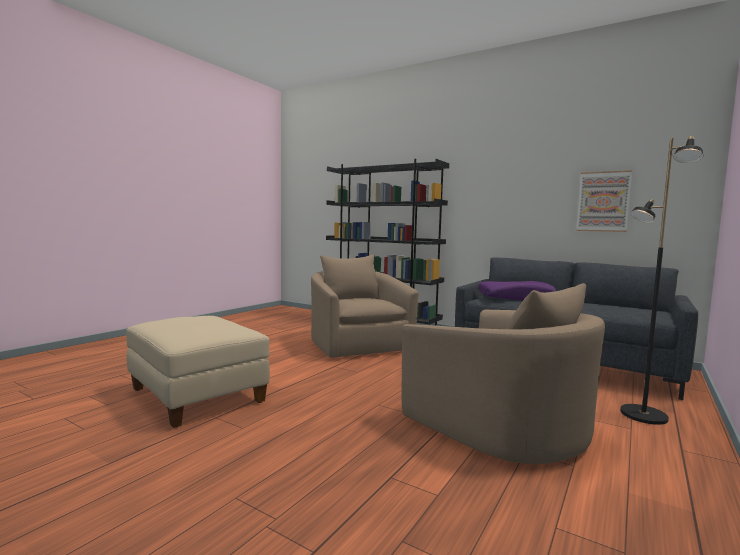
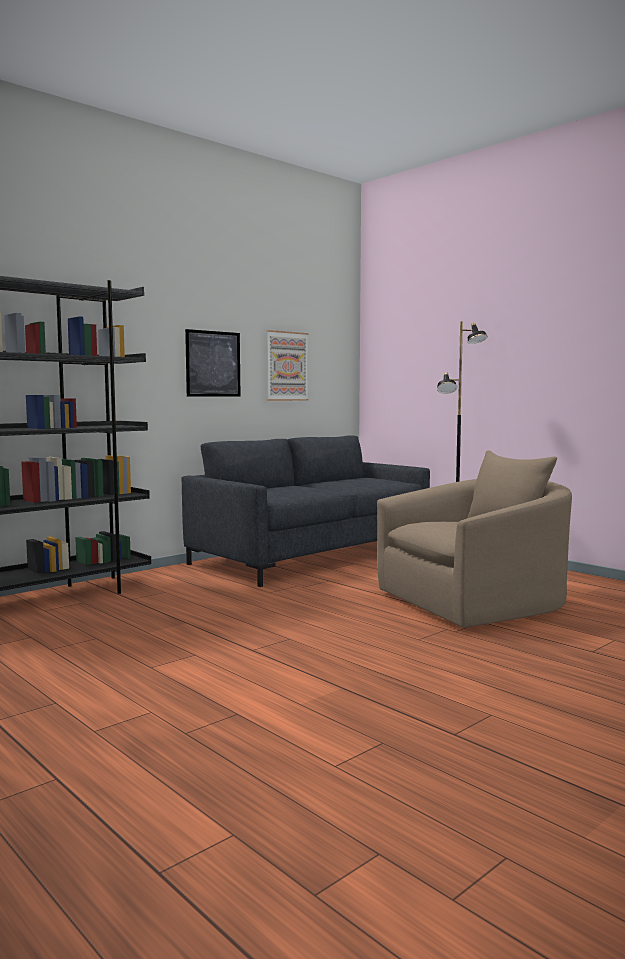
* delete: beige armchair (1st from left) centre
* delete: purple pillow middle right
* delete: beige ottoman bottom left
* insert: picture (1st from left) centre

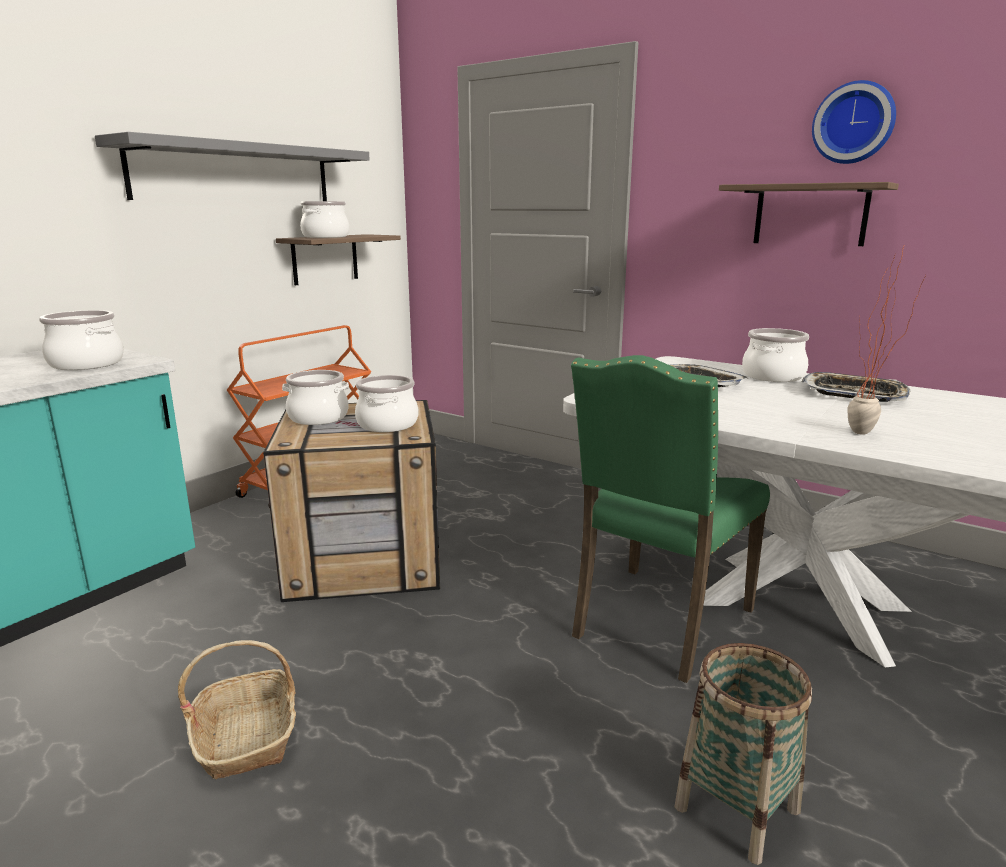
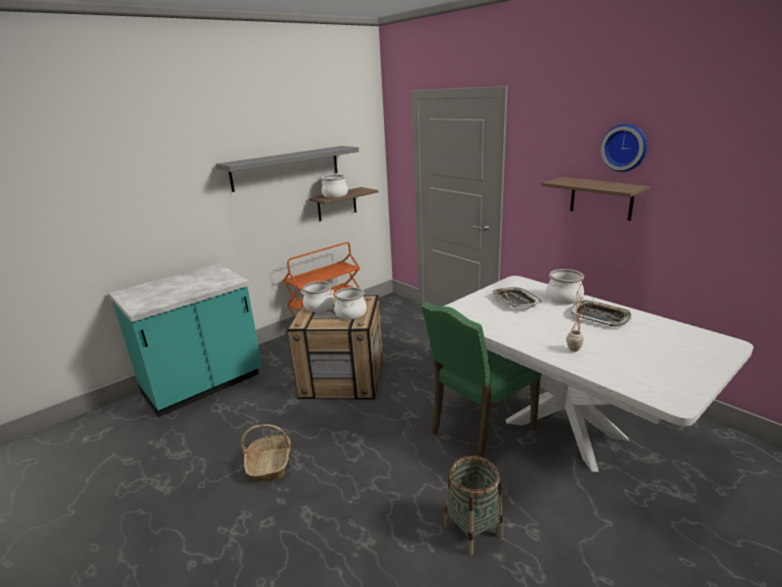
* delete: cooking pot (1st from left) middle left

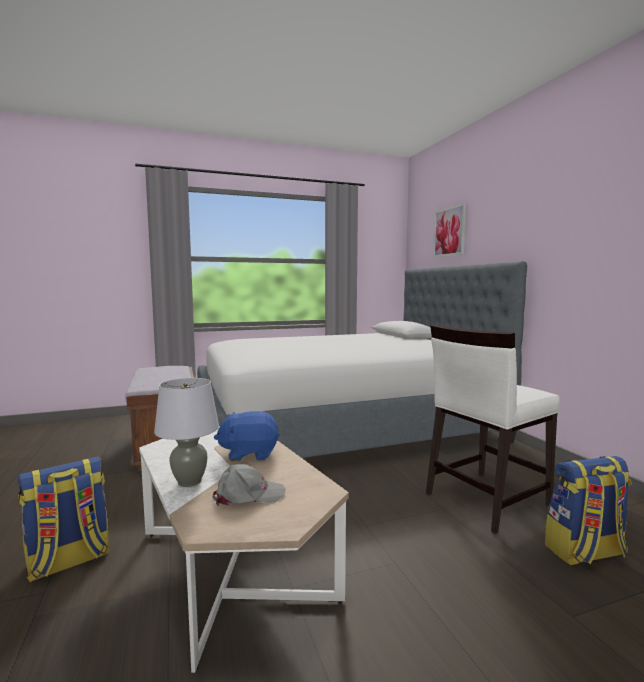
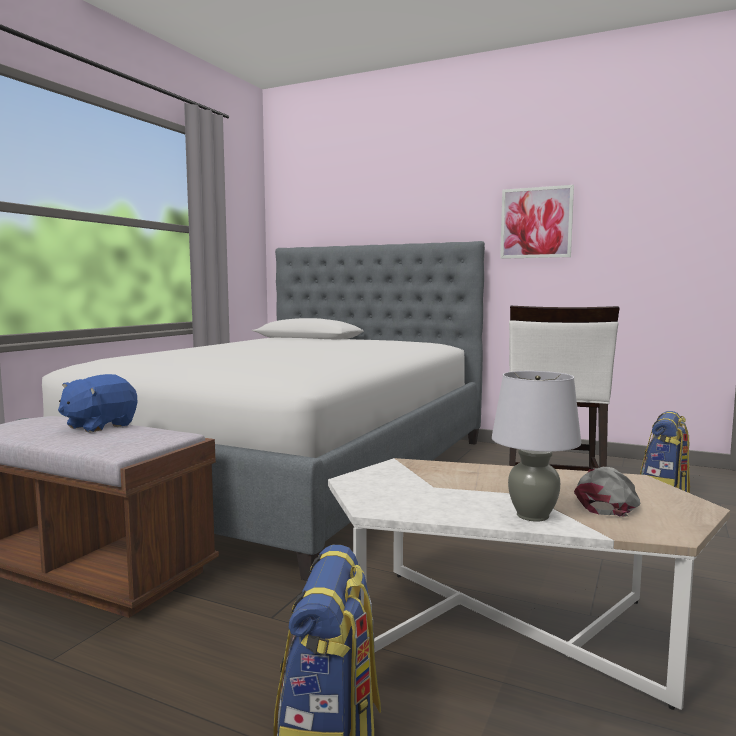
* move: picture middle right to top right
* move: blue plush toy centre to middle left

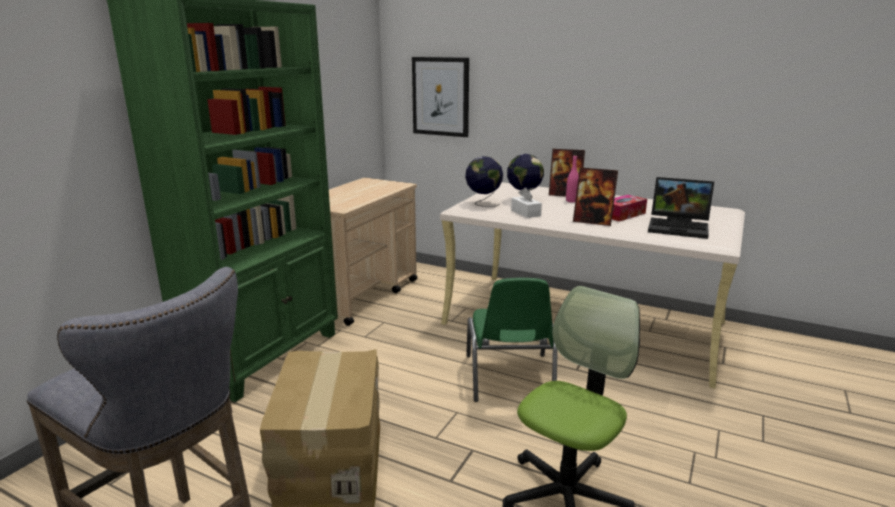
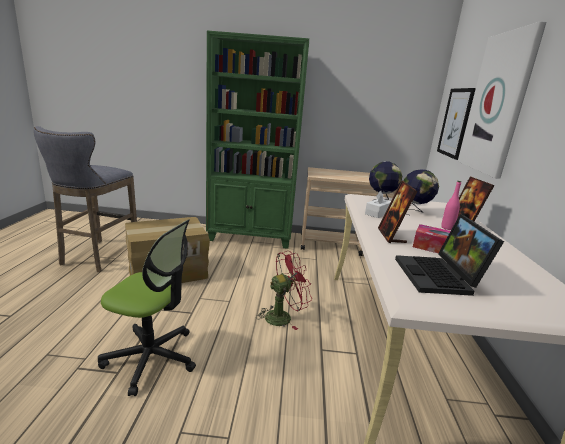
* replace: green chair bottom centre to red fan centre
* insert: picture (2nd from left) top right

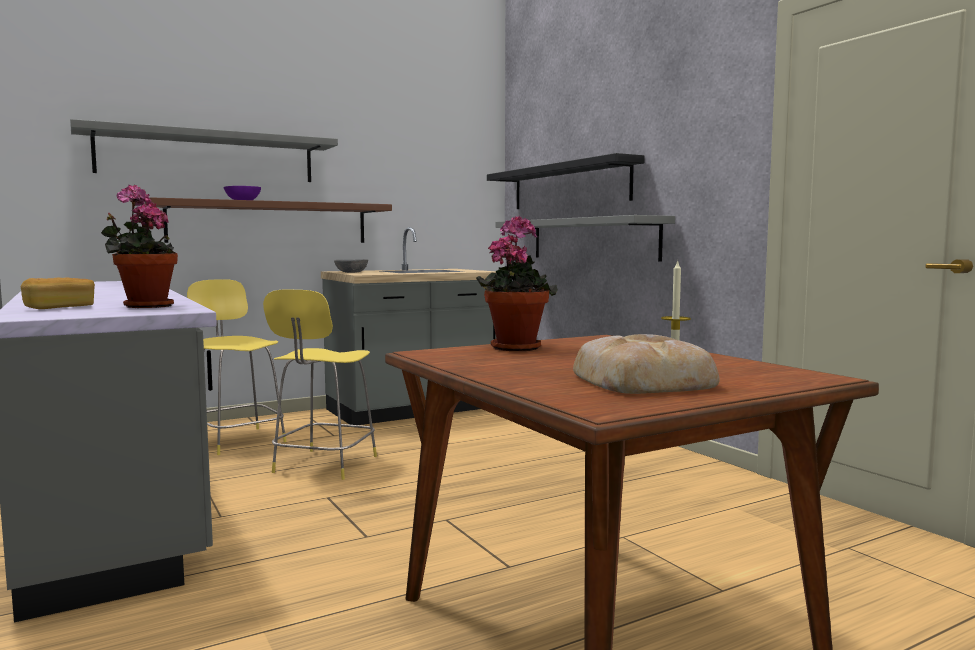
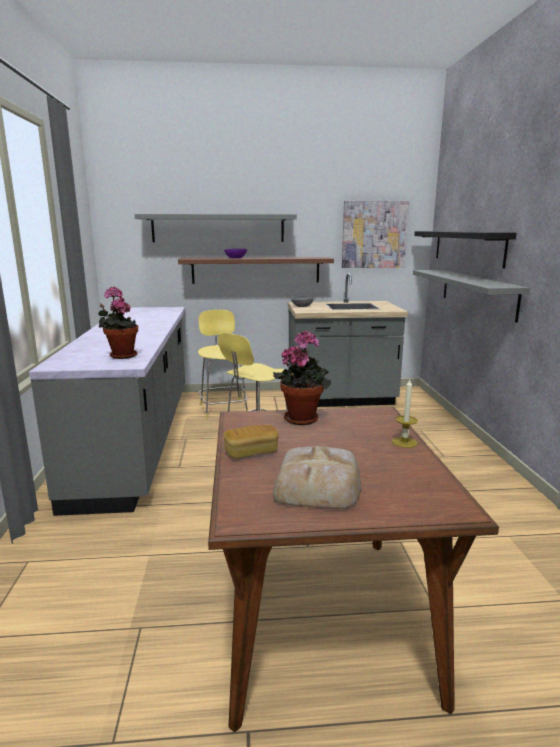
* move: bread (1st from left) middle left to centre
* insert: picture top right

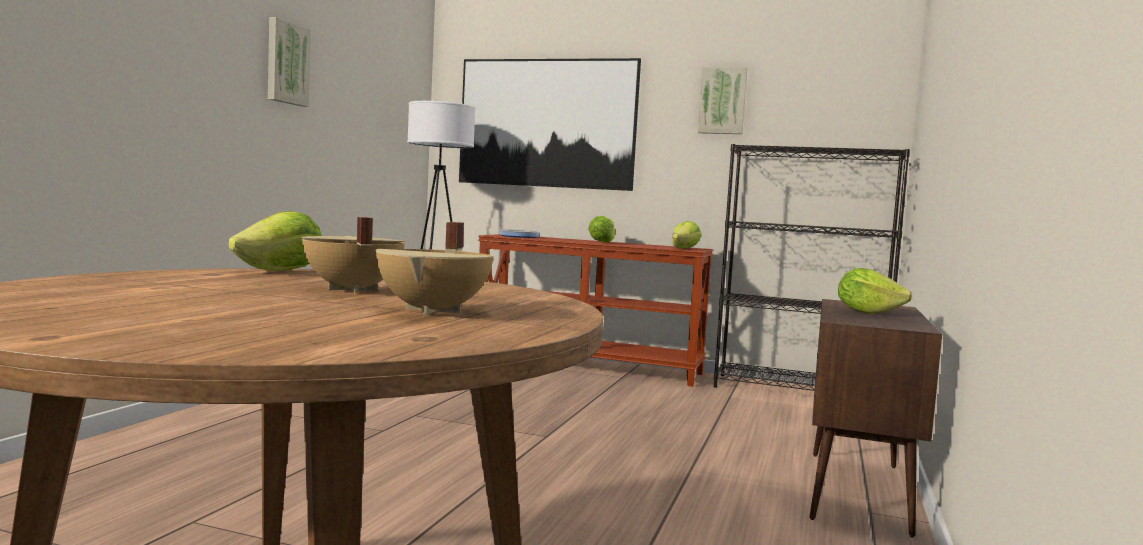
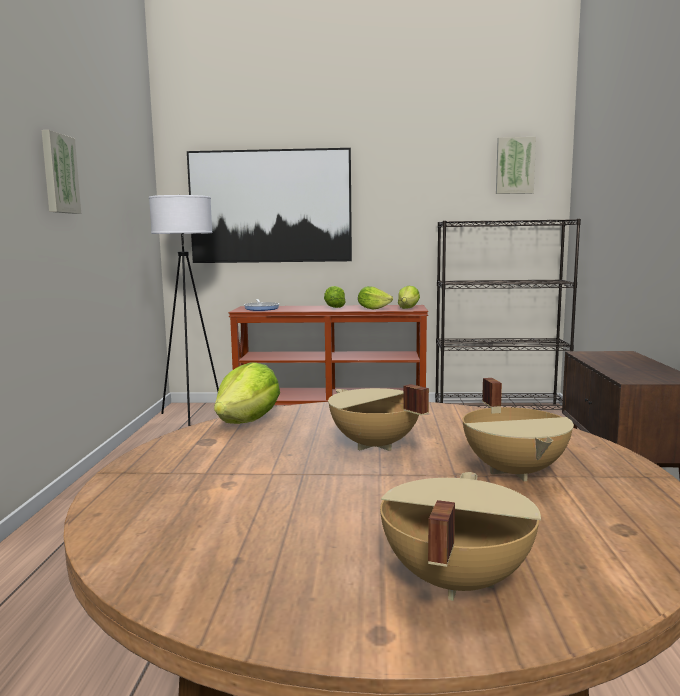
* move: picture (3rd from left) top centre to top right
* move: lettuce (4th from left in the first image) middle right to lettuce (3rd from left) centre
* insert: beige cooking pot (2nd from left) bottom right

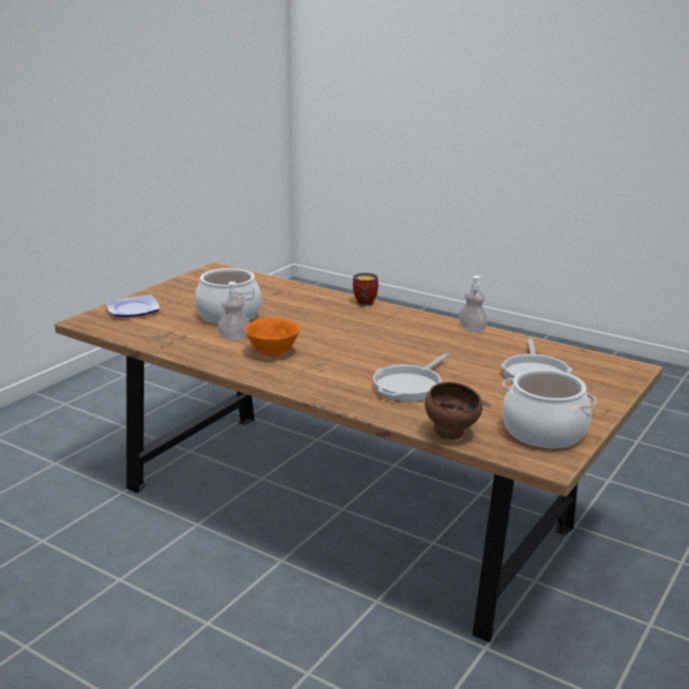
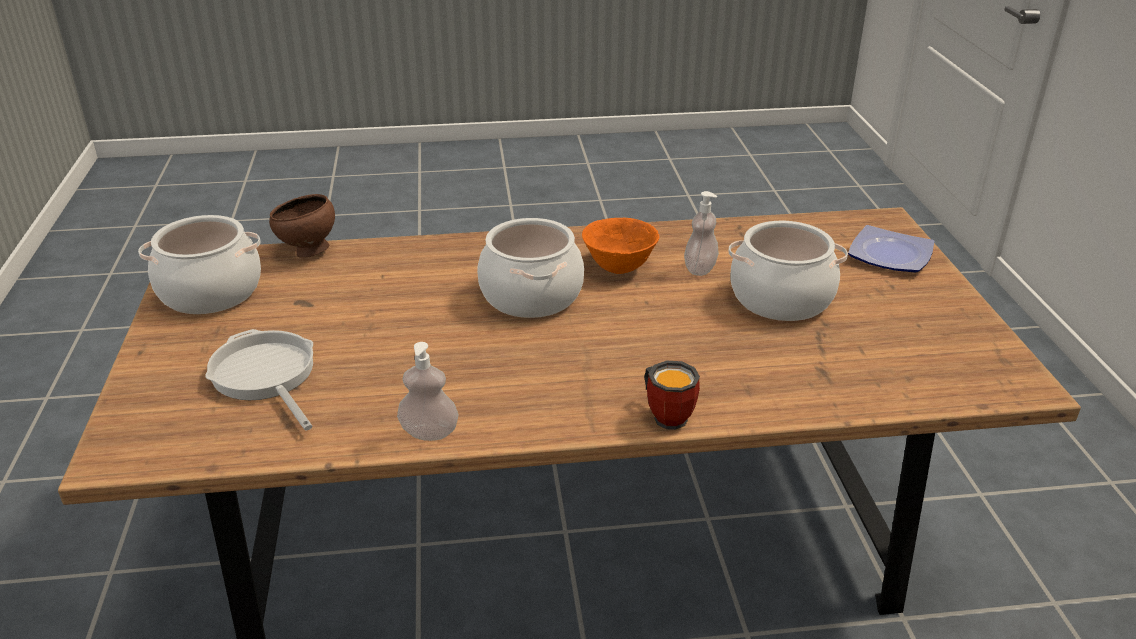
* delete: frying pan (1st from left) centre
* insert: cooking pot (2nd from left) centre

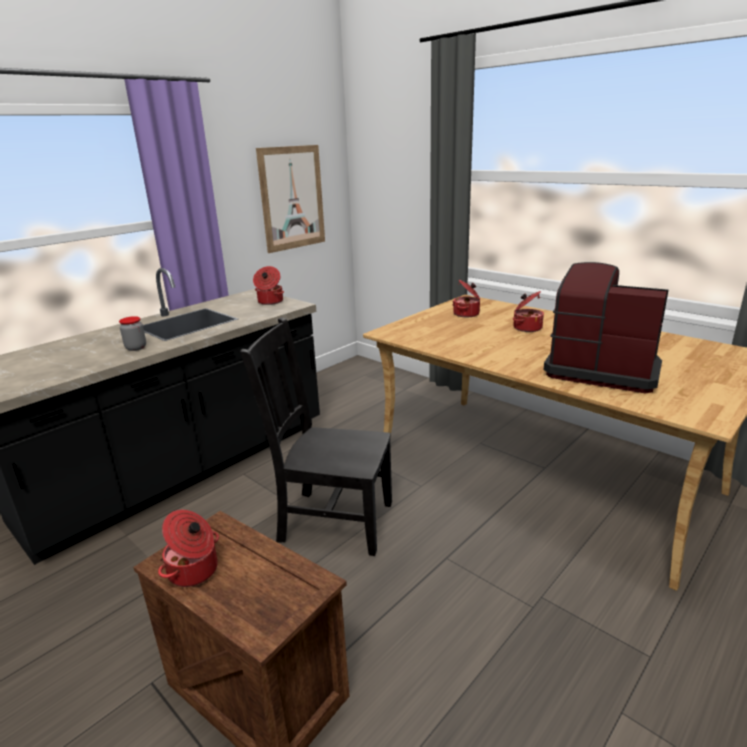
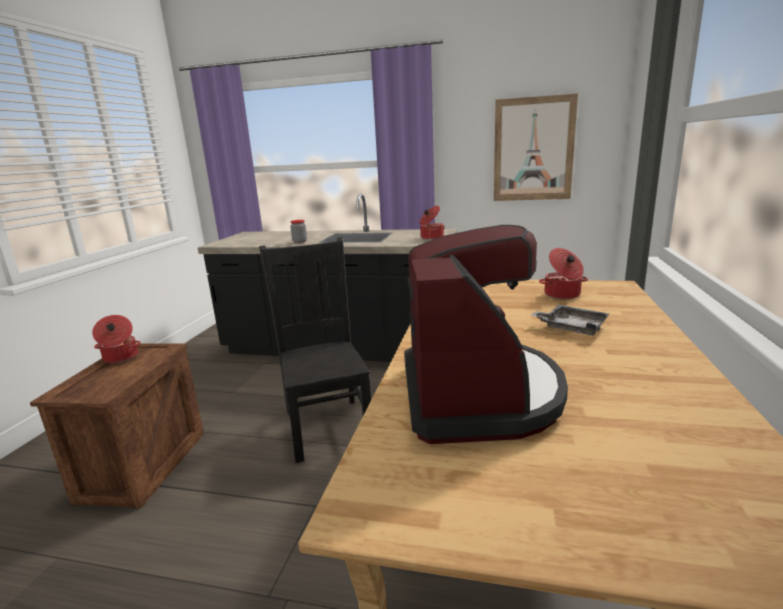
* replace: cooking pot (4th from left) middle right to grey tray middle right

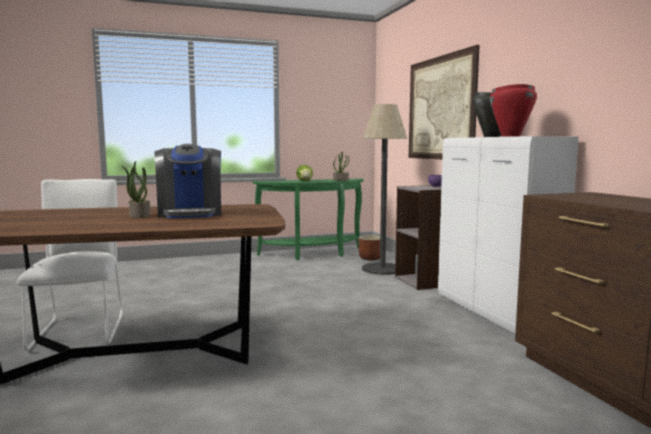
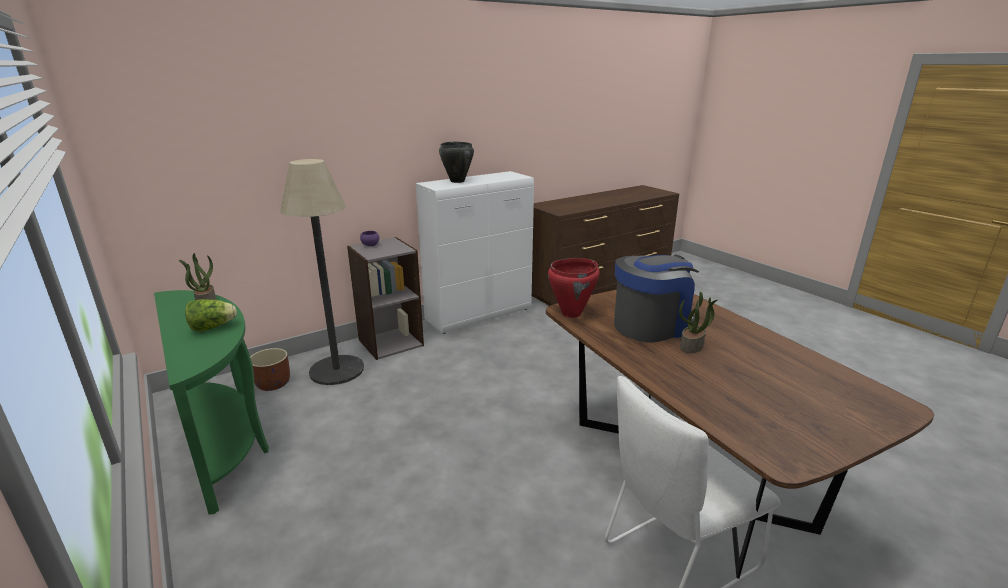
* delete: picture top right
* move: red cooking pot top right to centre

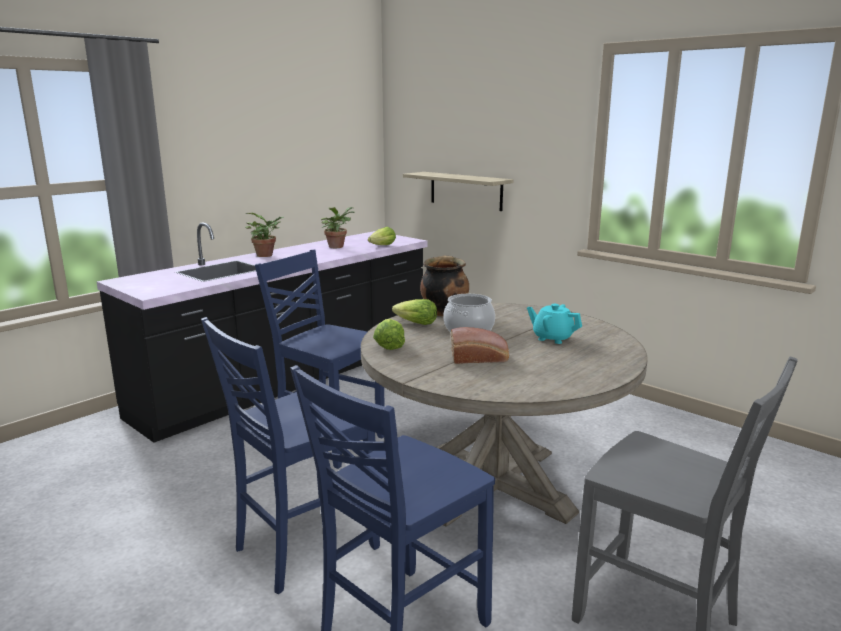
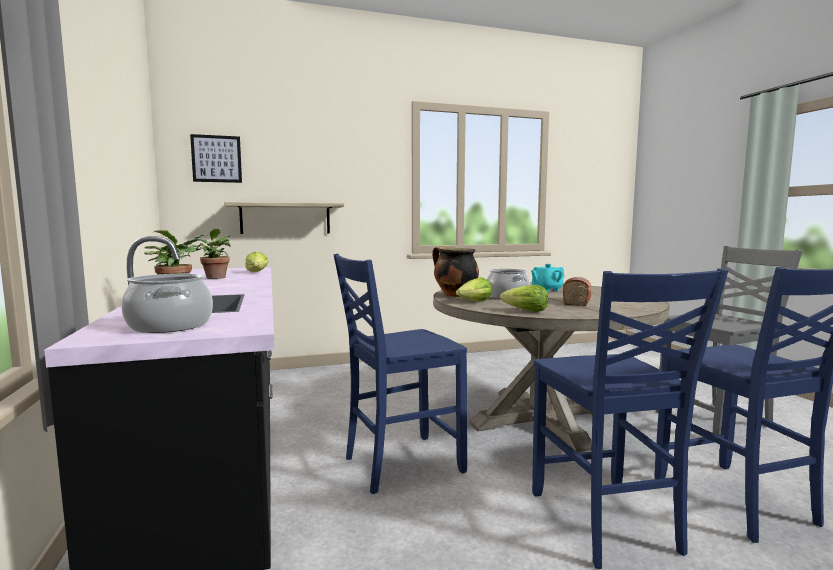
* insert: picture top left
* insert: cooking pot (1st from left) middle left

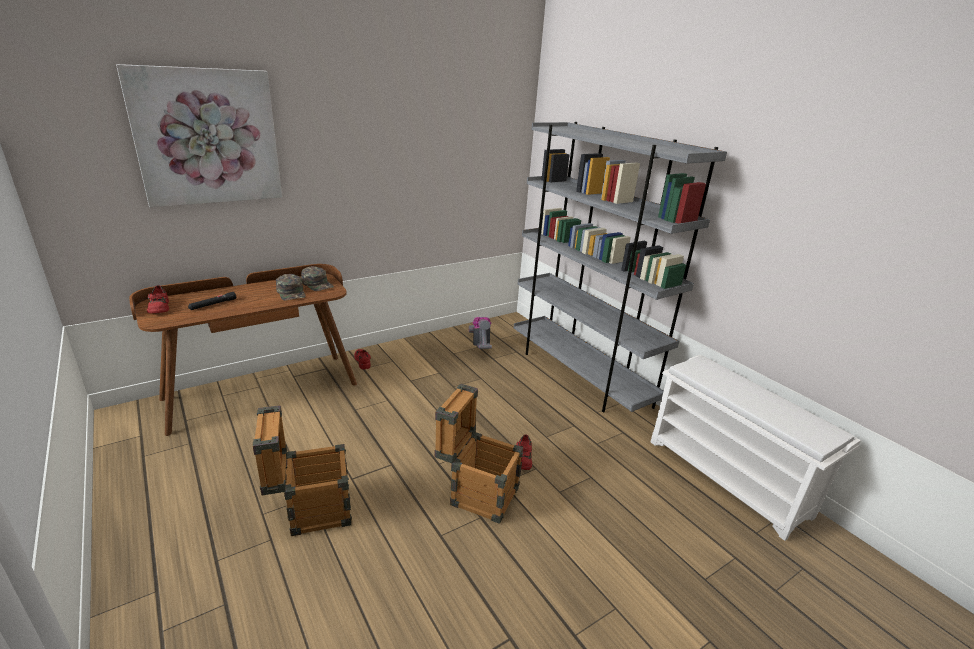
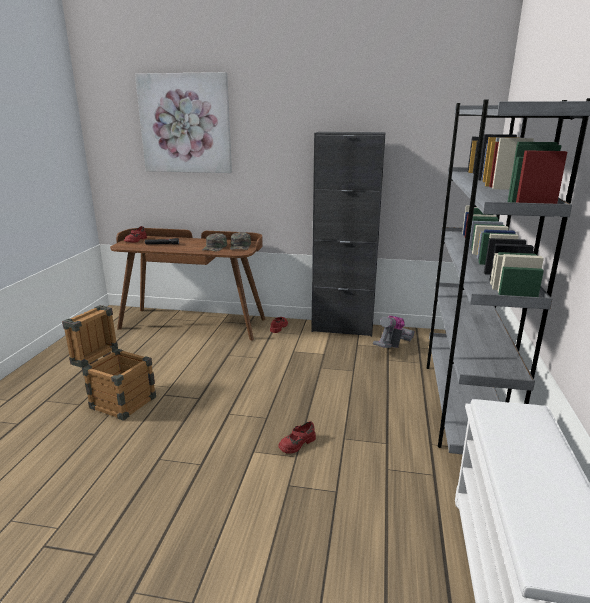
* delete: crate (2nd from left) bottom centre
* insert: black cabinet centre

